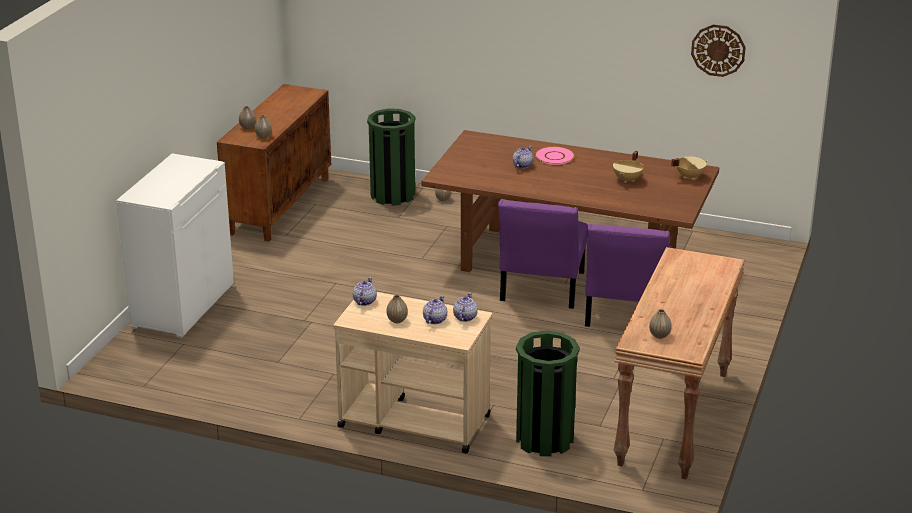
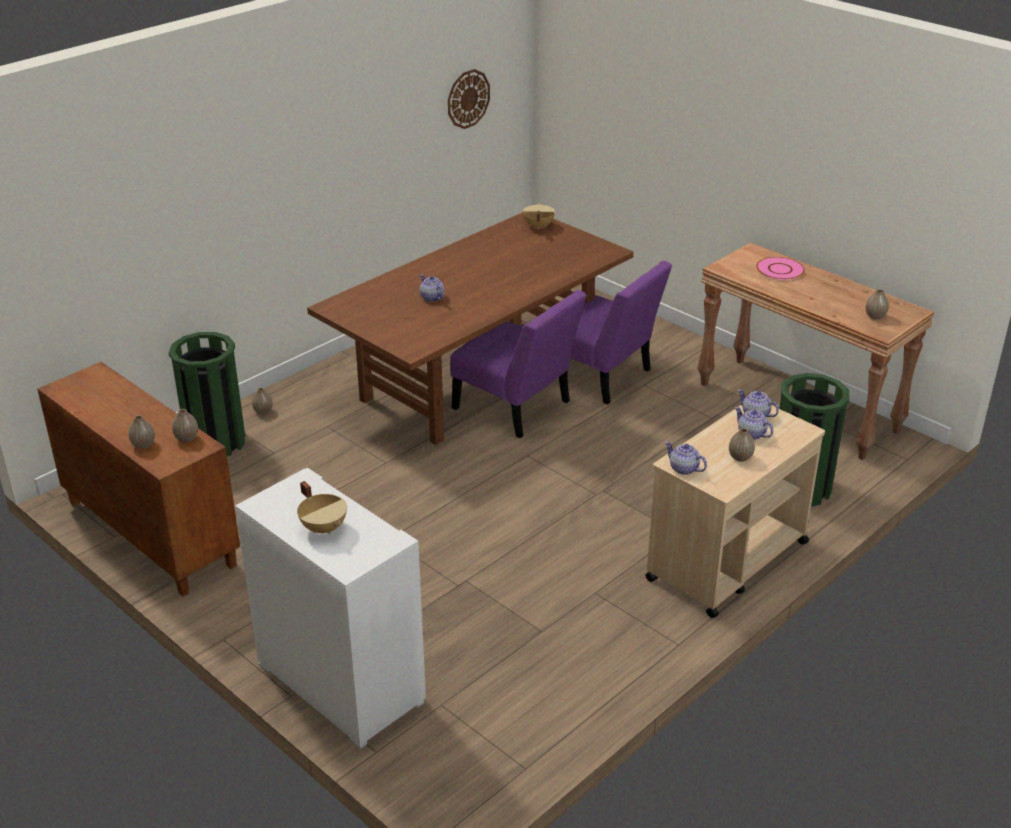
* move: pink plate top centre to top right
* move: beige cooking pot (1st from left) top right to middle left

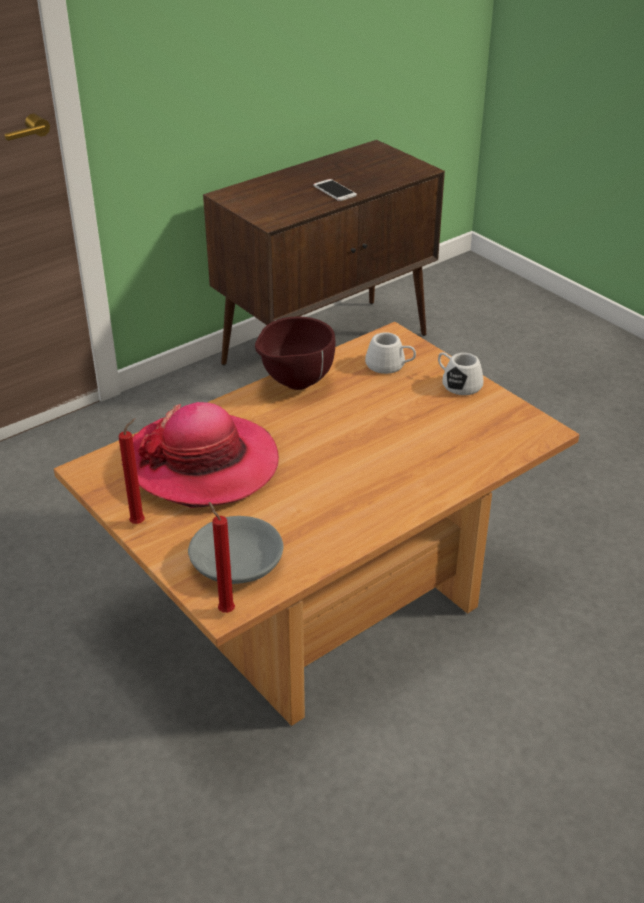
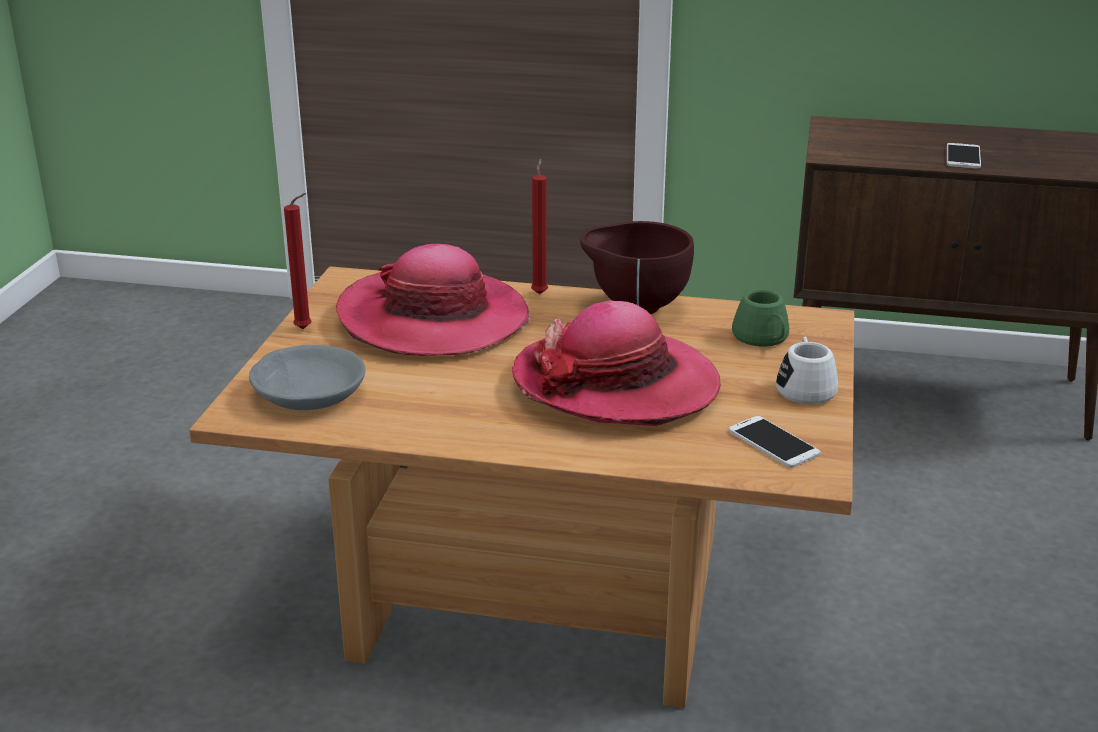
* recolor: white mug (1st from left) centre to green mug middle right
* move: red candle (2nd from left) centre to top centre
* insert: hat (2nd from left) centre
* insert: phone (1st from left) middle right

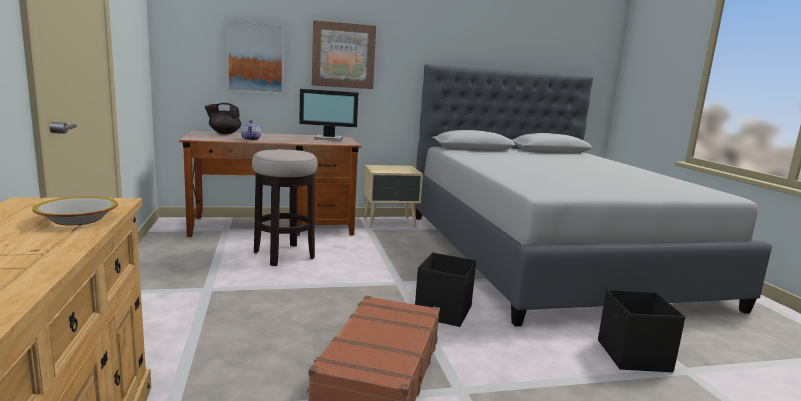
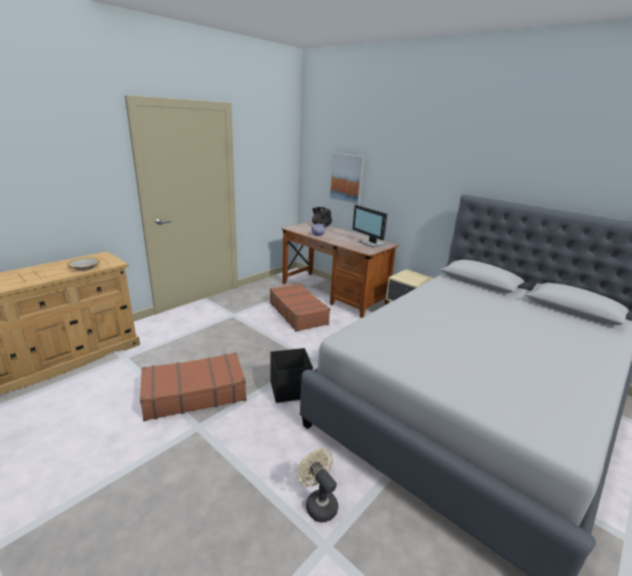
* delete: picture (2nd from left) top centre
* replace: stool centre to brown suitcase (2nd from left) centre
* replace: black storage box (2nd from left) bottom right to beige fan bottom centre

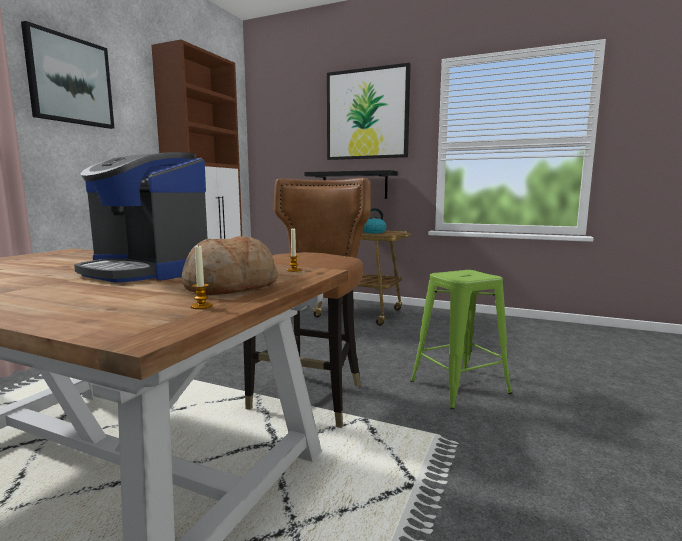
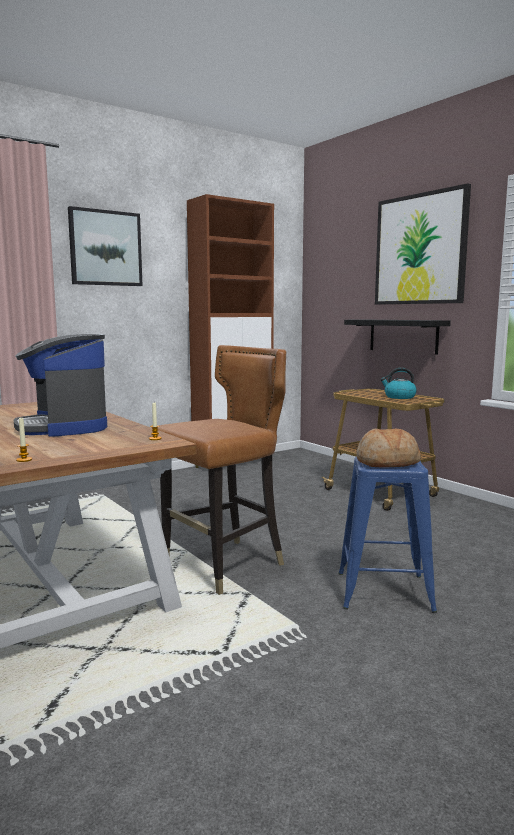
* move: bread centre to middle right
* recolor: green stool middle right to blue stool middle right

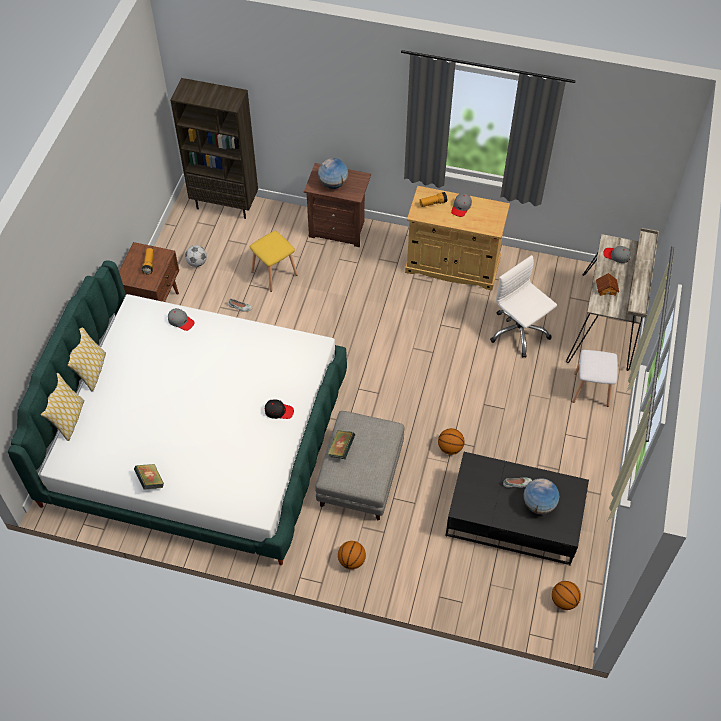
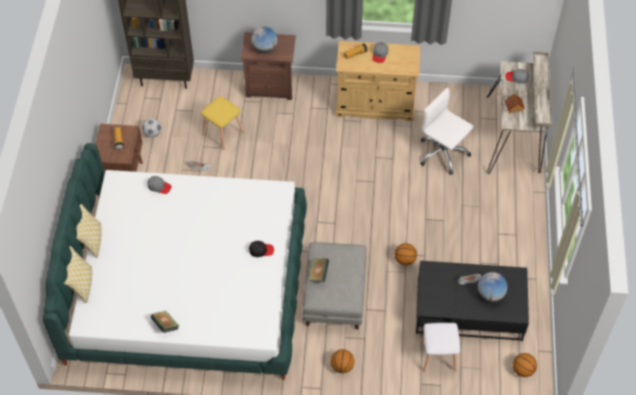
* move: white stool middle right to bottom right

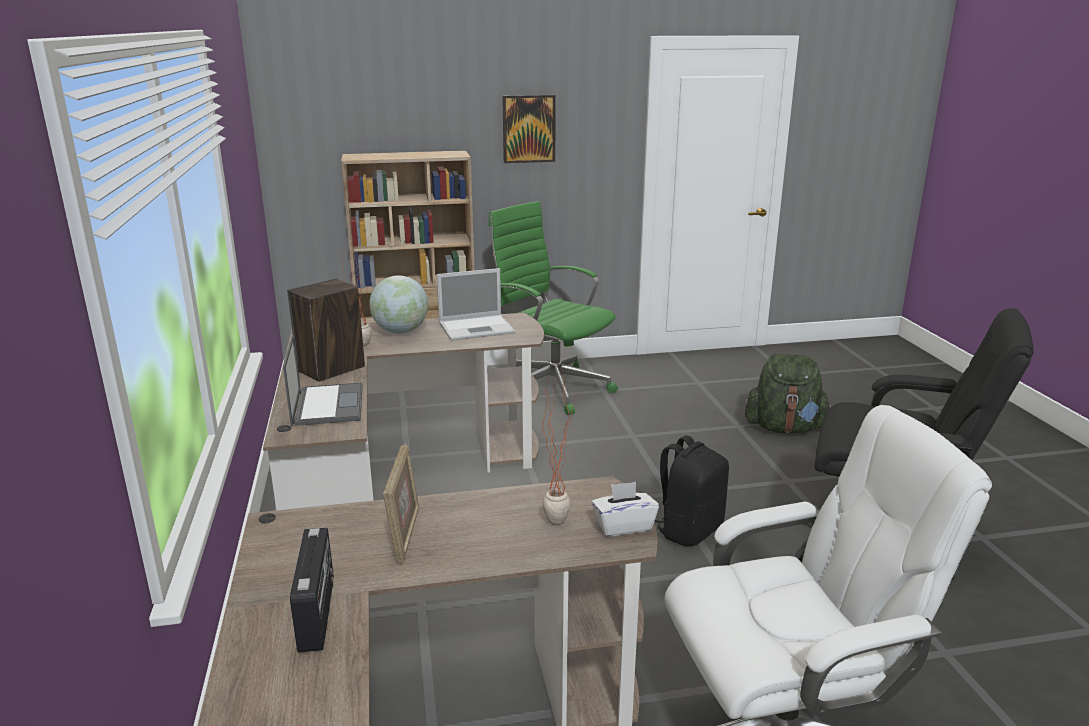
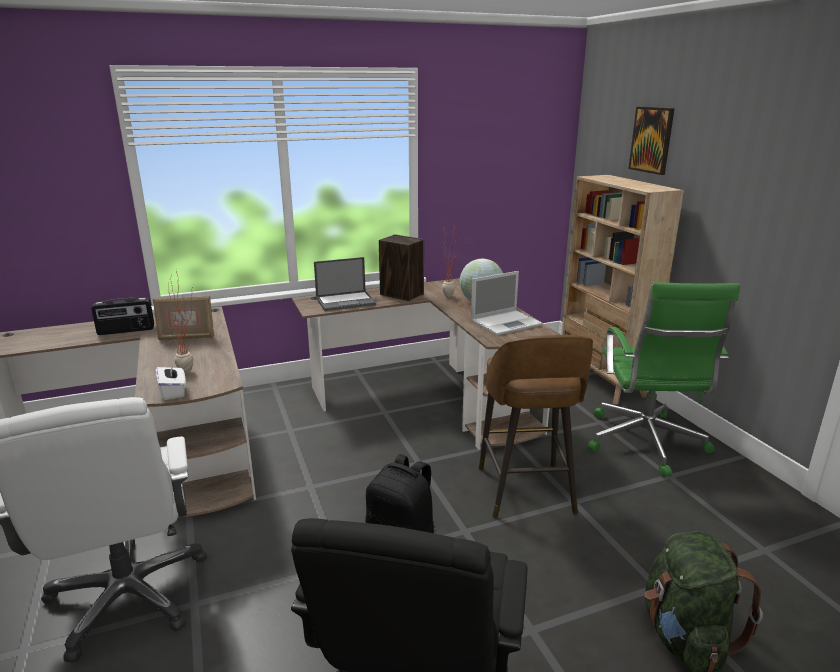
* move: picture top centre to top right
* rotate: green office chair centre = middle right 150 degrees clockwise
* rotate: laptop (2nd from left) centre = centre 90 degrees counterclockwise
* insert: brown stool centre

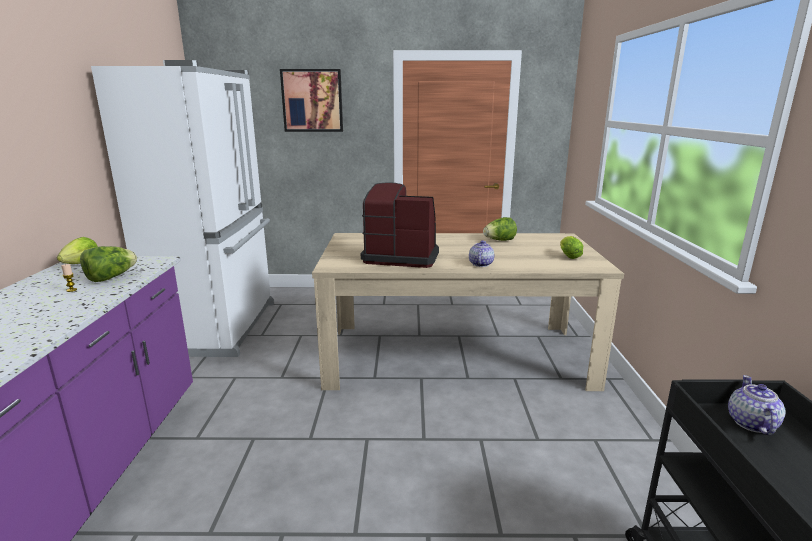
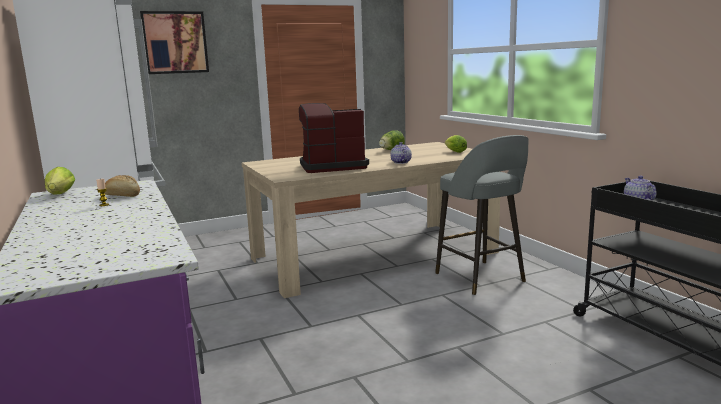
* replace: lettuce (2nd from left) middle left to bread middle left
* insert: grey stool middle right

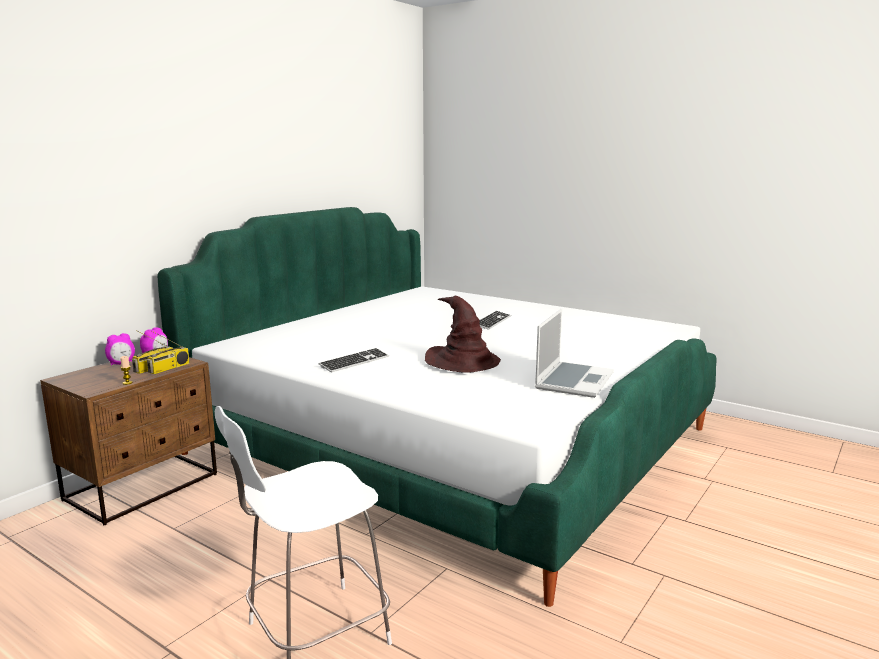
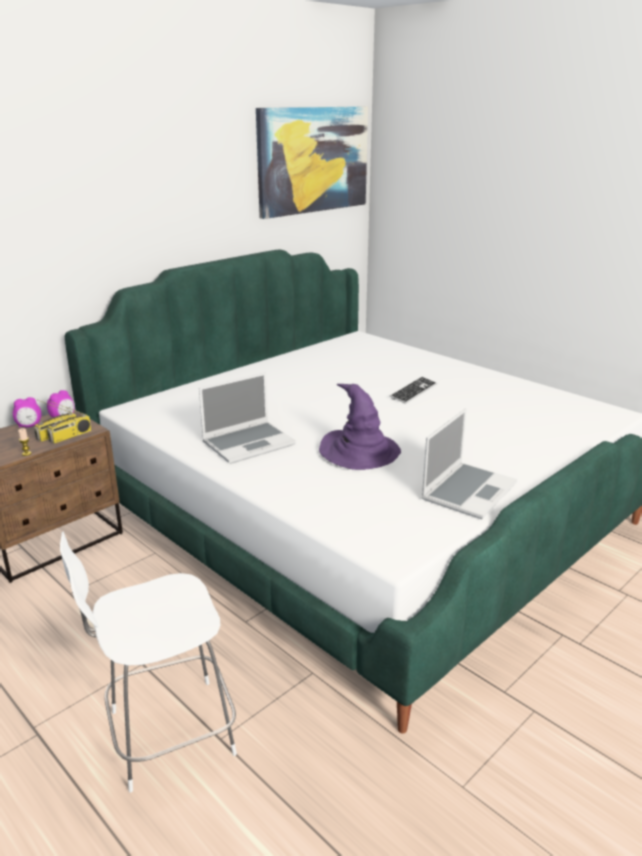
* recolor: brown hat centre to purple hat centre
* replace: keyboard (1st from left) centre to laptop (1st from left) centre
* insert: picture top centre

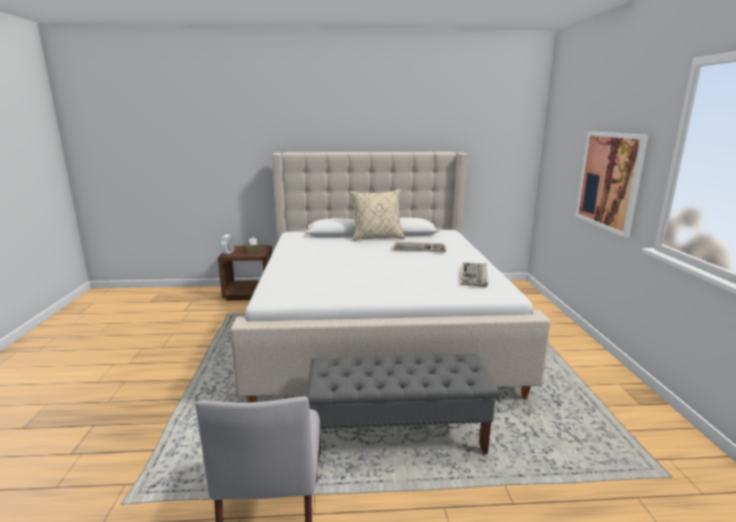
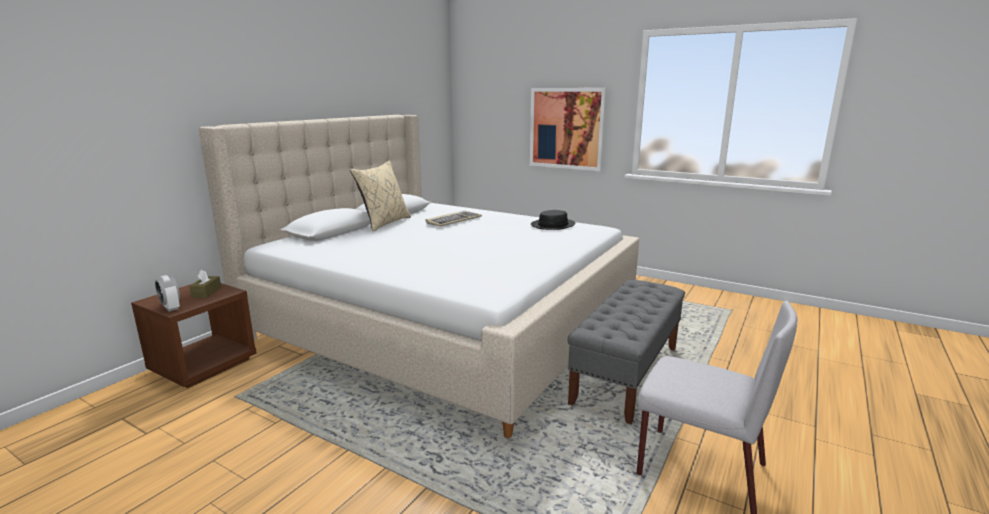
* replace: keyboard (2nd from left) centre to black hat centre

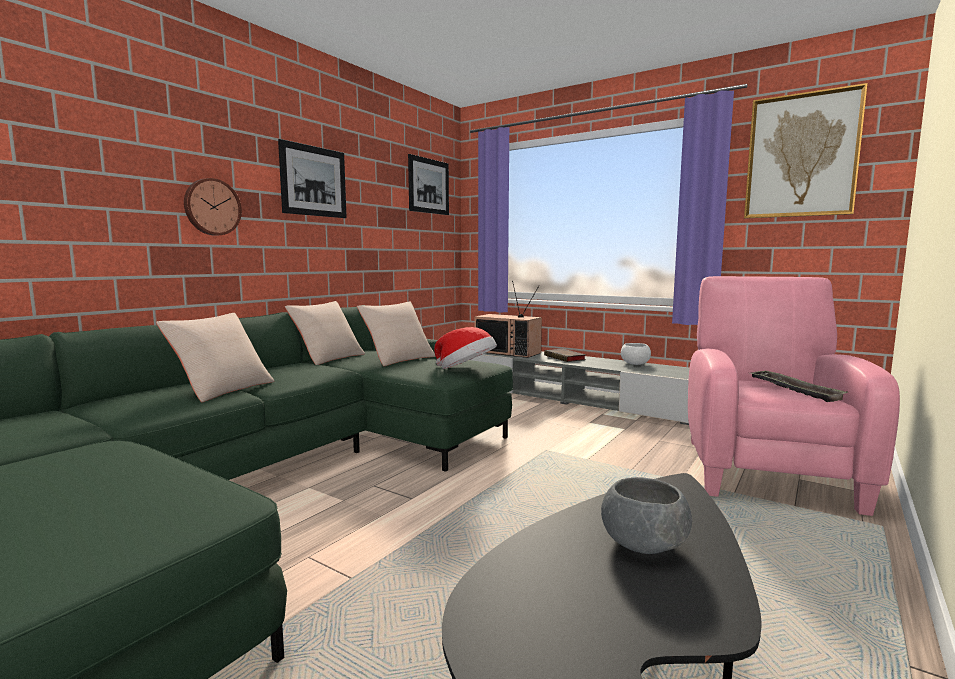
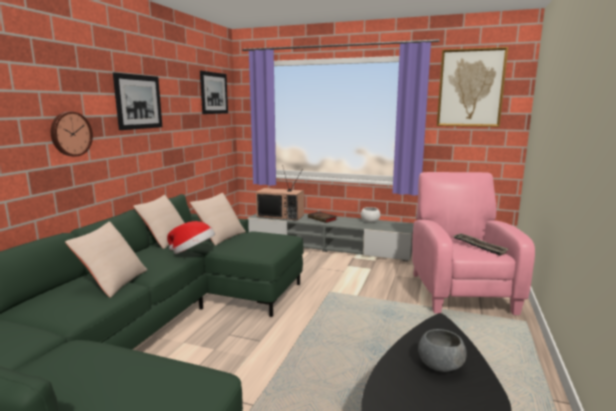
* move: hat centre to middle left

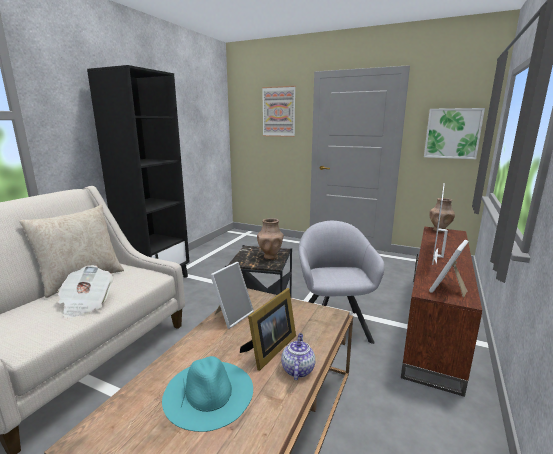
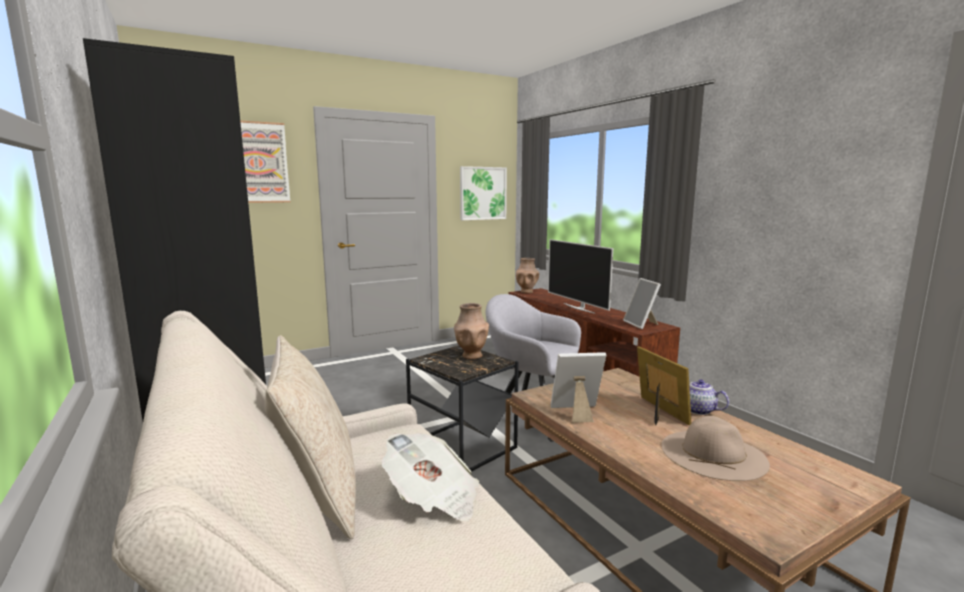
* rotate: picture frame (1st from left) centre = centre 75 degrees counterclockwise
* recolor: turquoise hat bottom centre to beige hat bottom right

